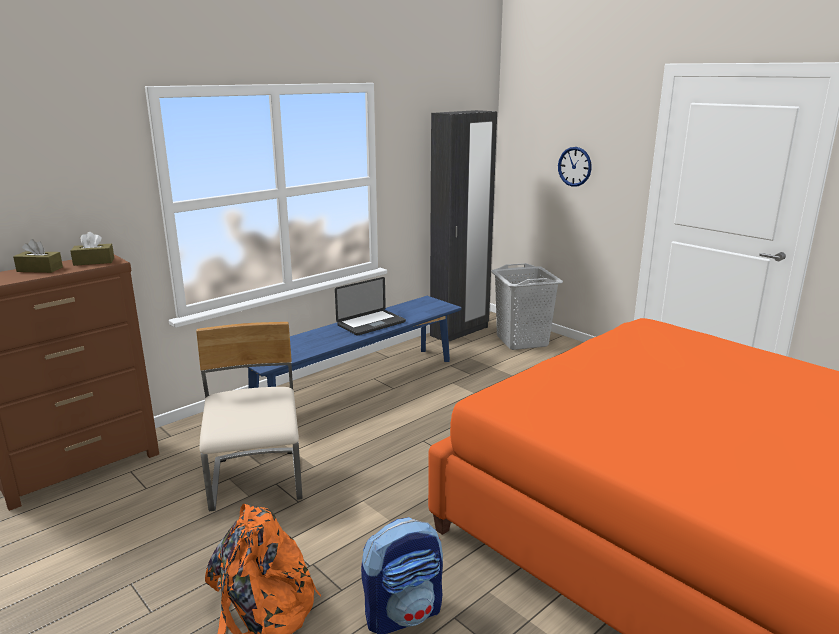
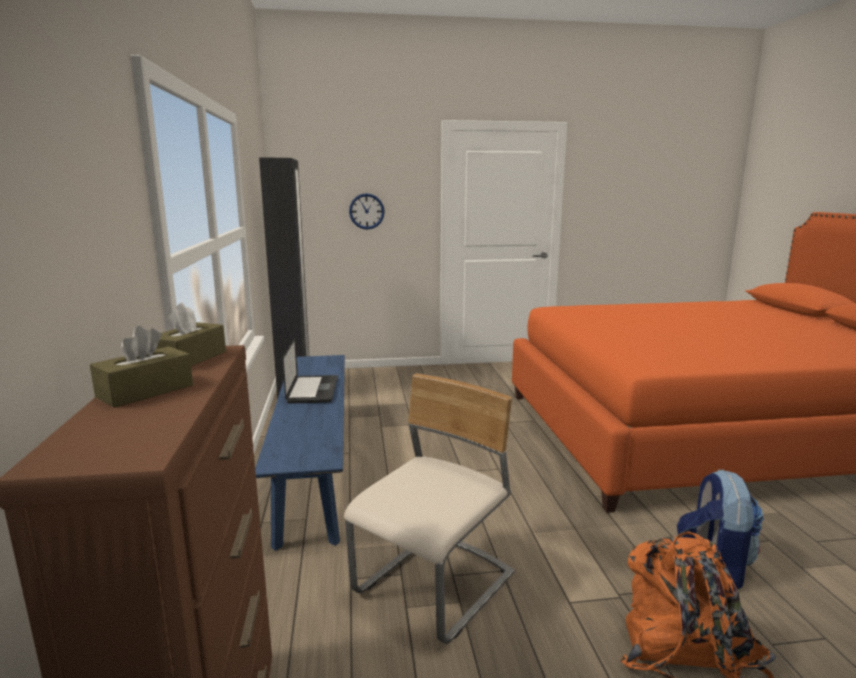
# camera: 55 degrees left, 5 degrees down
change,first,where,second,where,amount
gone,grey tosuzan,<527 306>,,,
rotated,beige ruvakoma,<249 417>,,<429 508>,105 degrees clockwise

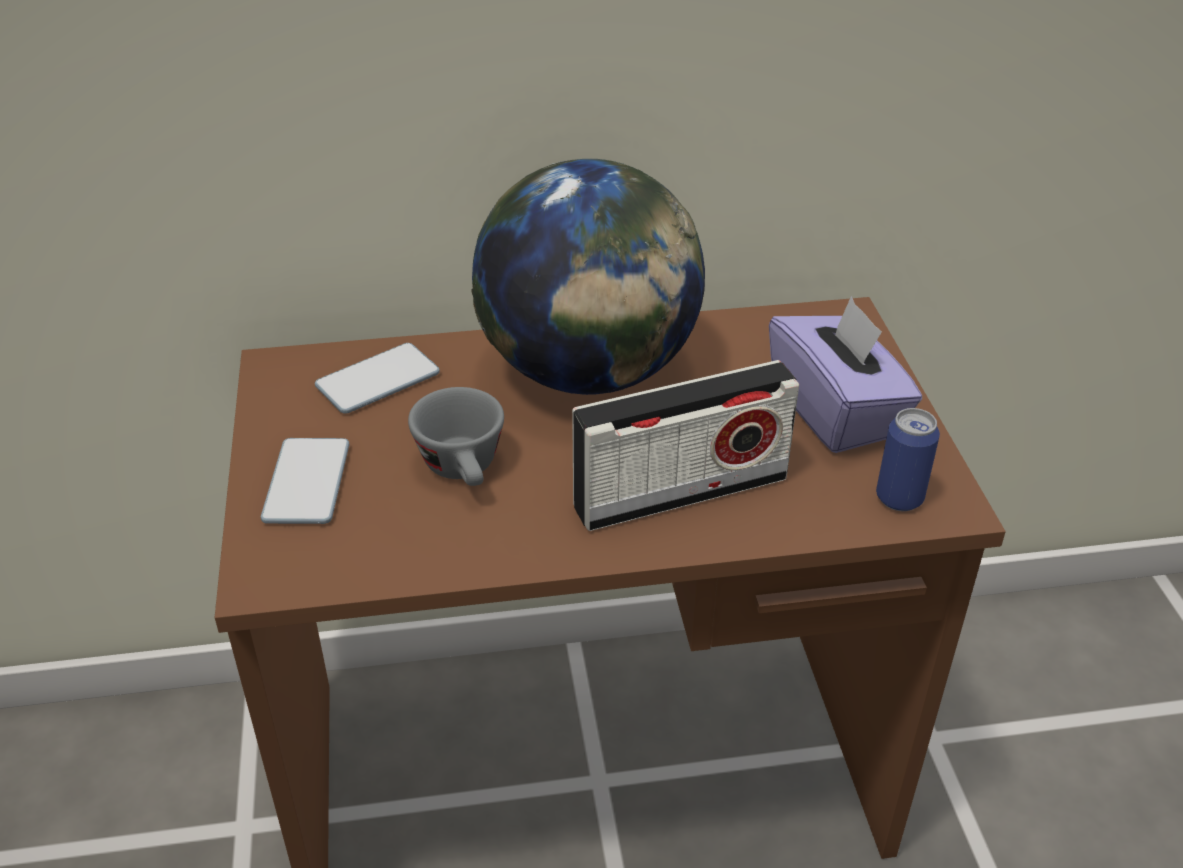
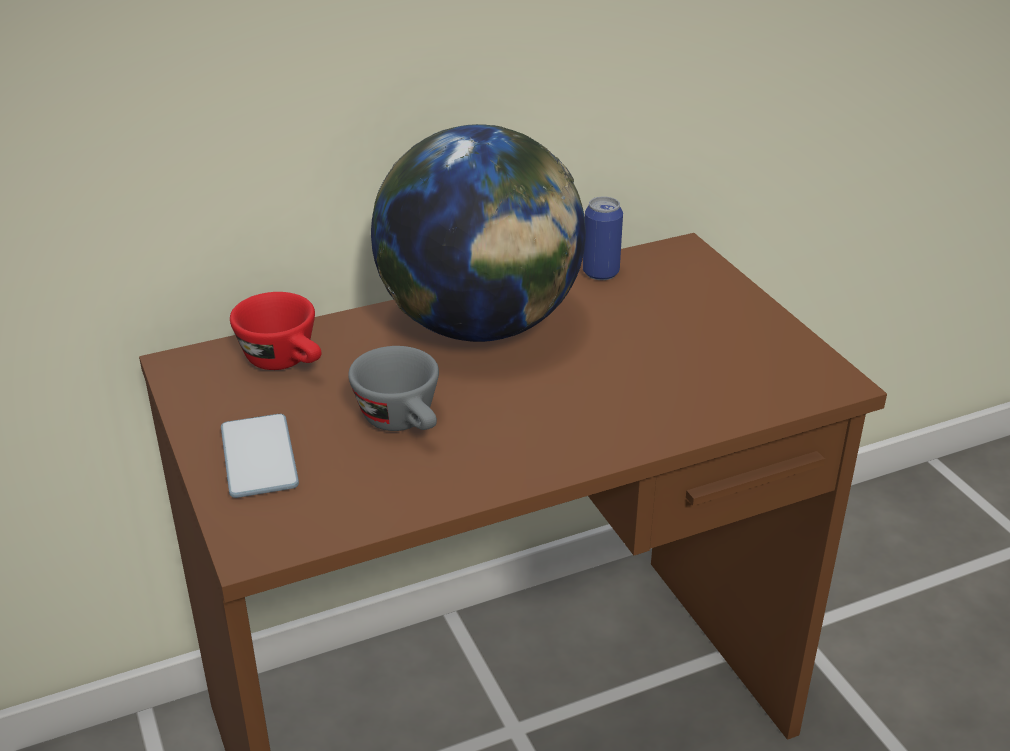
# camera: 15 degrees left, 5 degrees down
change,first,where,second,where,amount
gone,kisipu,<685 445>,,,
gone,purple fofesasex,<845 374>,,,
shifted,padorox,<908 459>,,<603 238>,
swapped,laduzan,<377 378>,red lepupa,<276 331>,

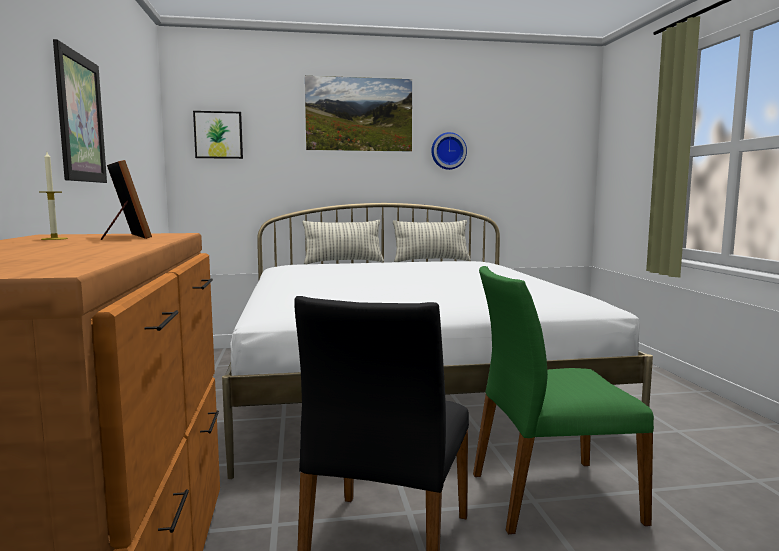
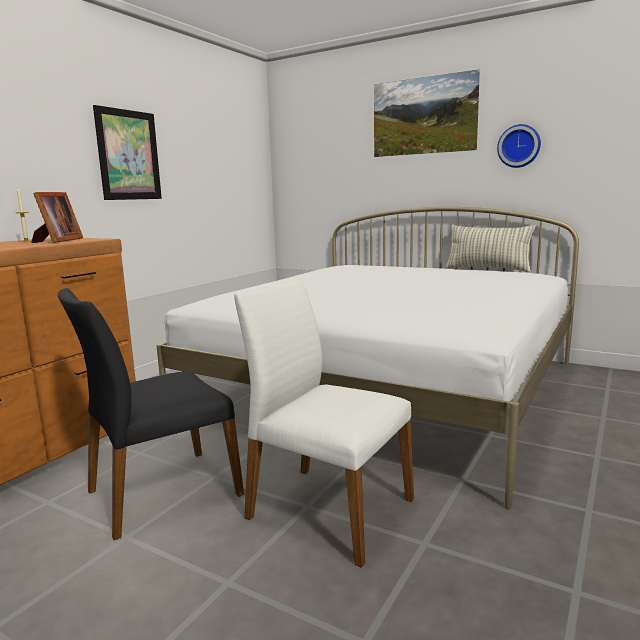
# camera: 40 degrees right, 5 degrees up
change,first,where,second,where,amount
gone,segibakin,<218 135>,,,
gone,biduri,<343 242>,,,
repainted,green ruvakoma,<563 400>,white ruvakoma,<324 423>,

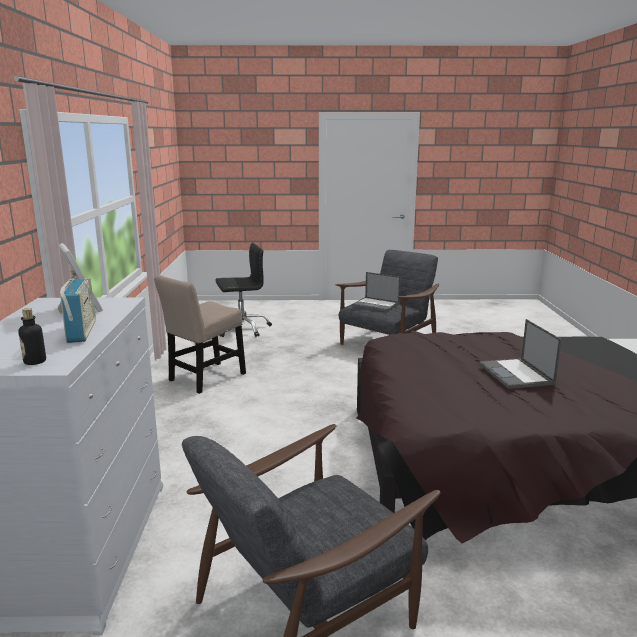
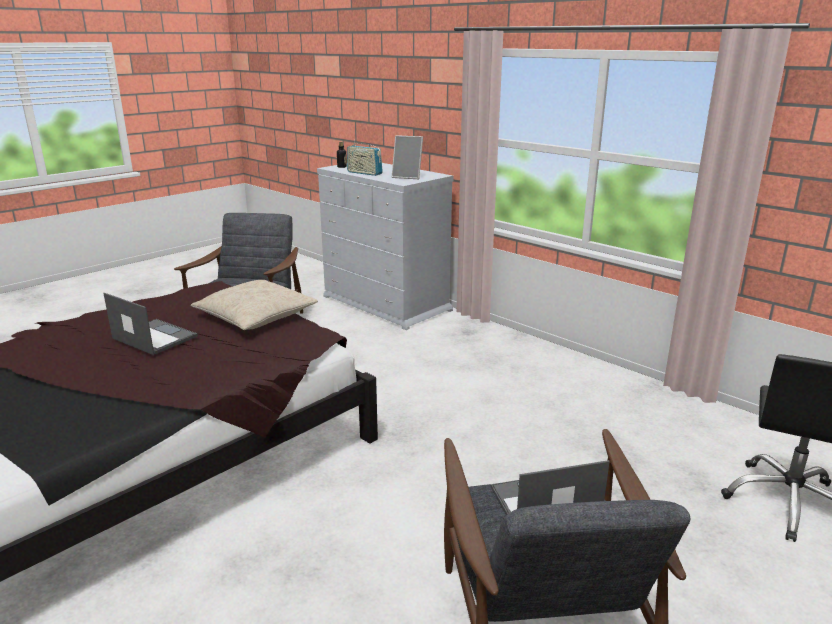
# camera: 135 degrees right, 5 degrees up
change,first,where,second,where,amount
gone,beige ruvakoma,<200 334>,,,
new,,,beige biduri,<254 305>,

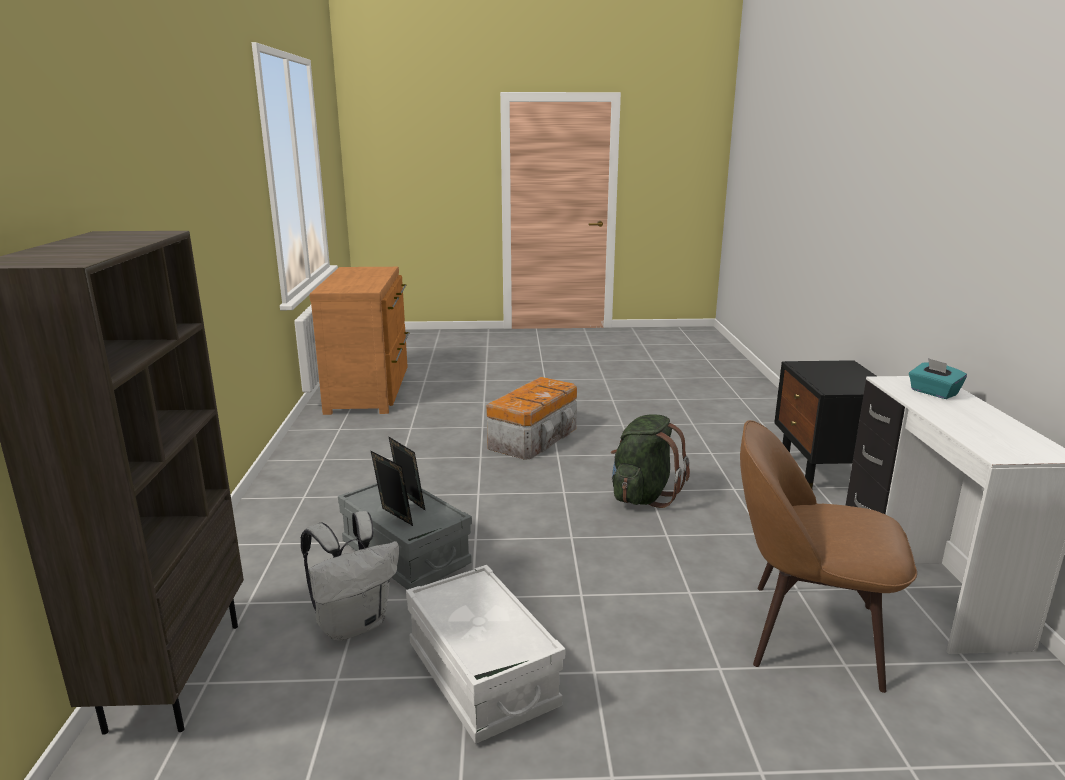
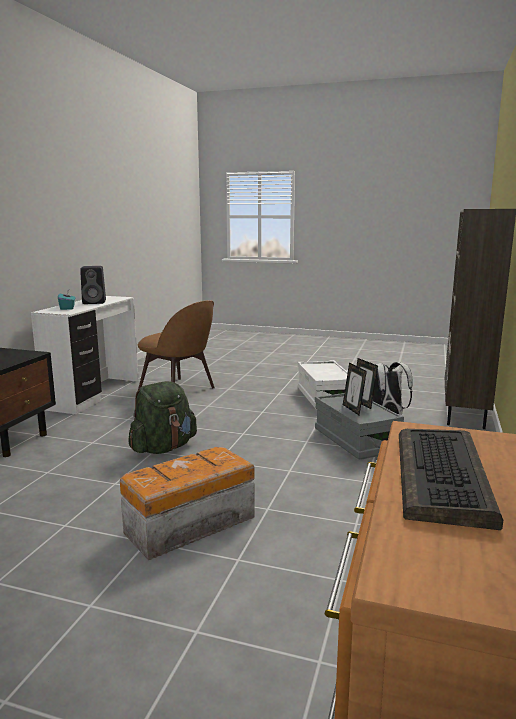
# camera: 160 degrees left, 5 degrees down
change,first,where,second,where,amount
new,,,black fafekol,<93 285>,
new,,,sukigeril,<451 479>,

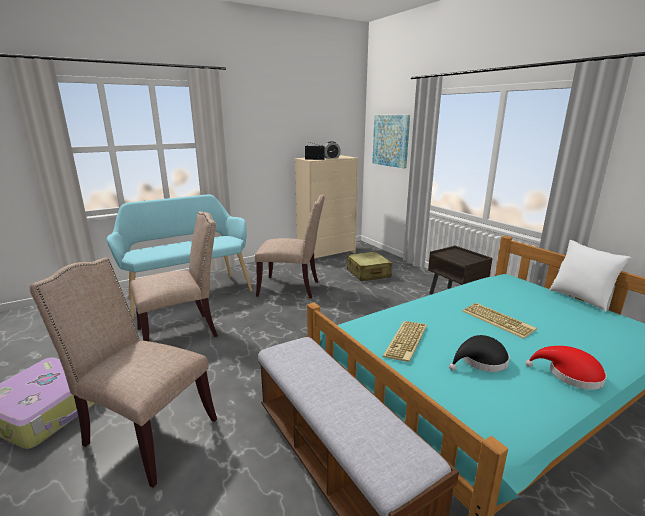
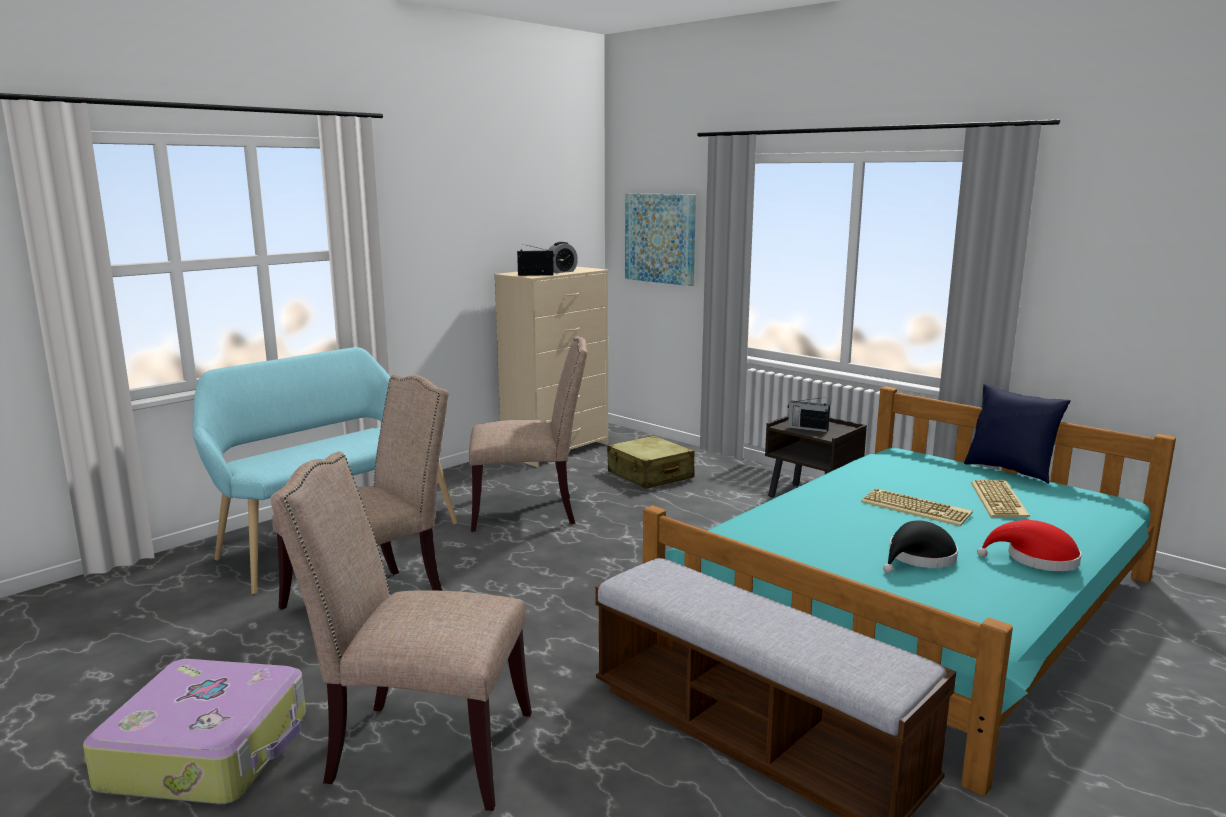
# camera: 15 degrees left, 5 degrees down
change,first,where,second,where,amount
new,,,kisipu,<809 415>,
shifted,sukigeril,<404 341>,,<1000 498>,
repainted,white biduri,<590 276>,blue biduri,<1017 434>,

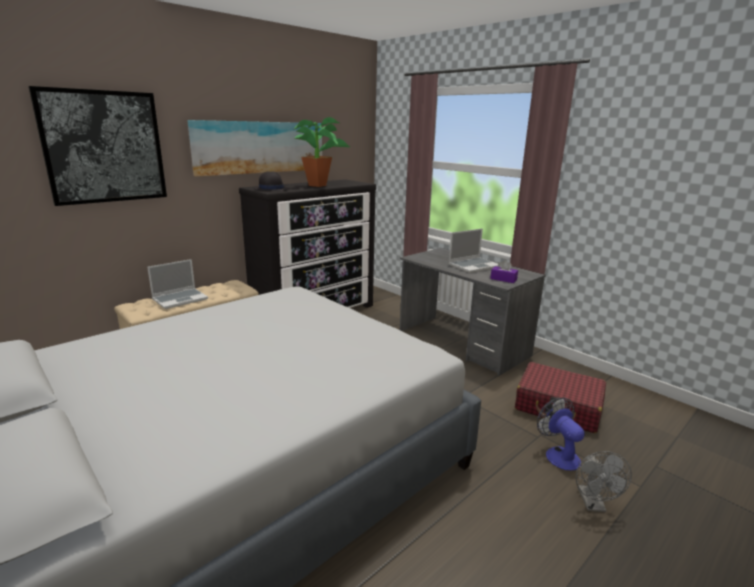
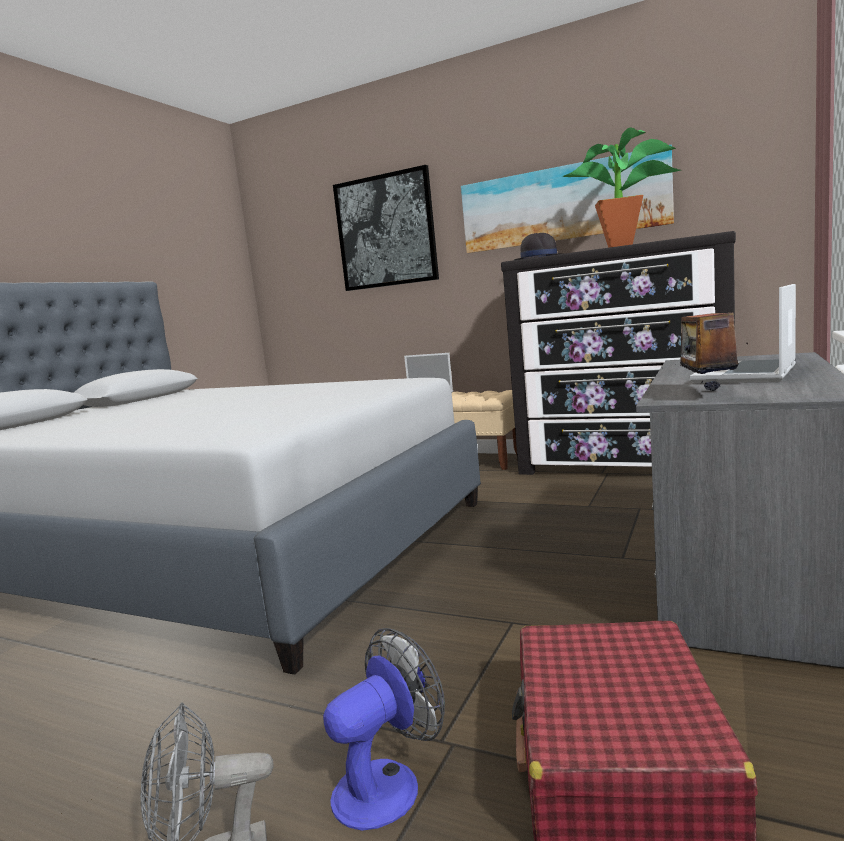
# camera: 70 degrees right, 10 degrees down
change,first,where,second,where,amount
swapped,purple fofesasex,<504 271>,kisipu,<714 341>,
rotated,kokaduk,<474 251>,,<743 333>,90 degrees clockwise

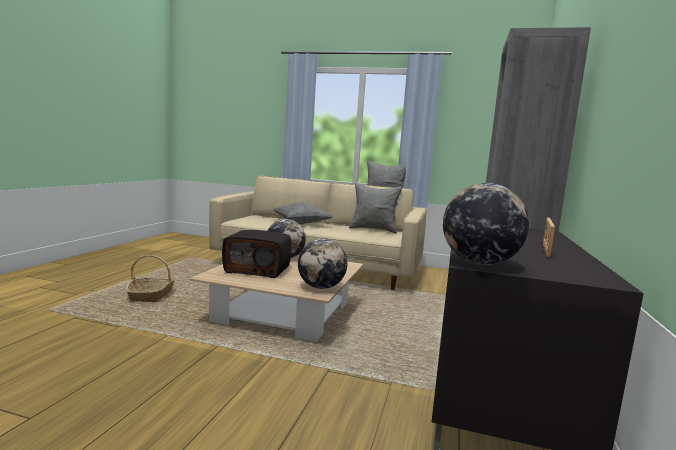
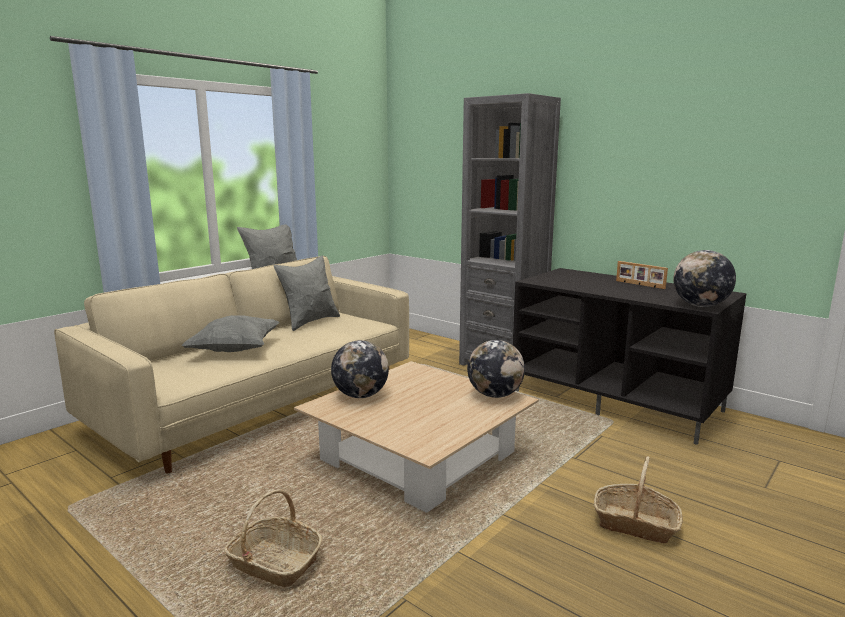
# camera: 65 degrees left, 5 degrees up
change,first,where,second,where,amount
gone,kisipu,<256 254>,,,
new,,,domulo,<638 500>,

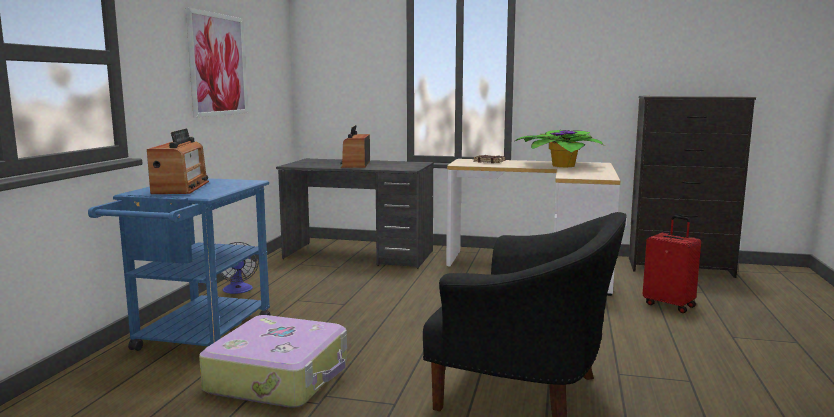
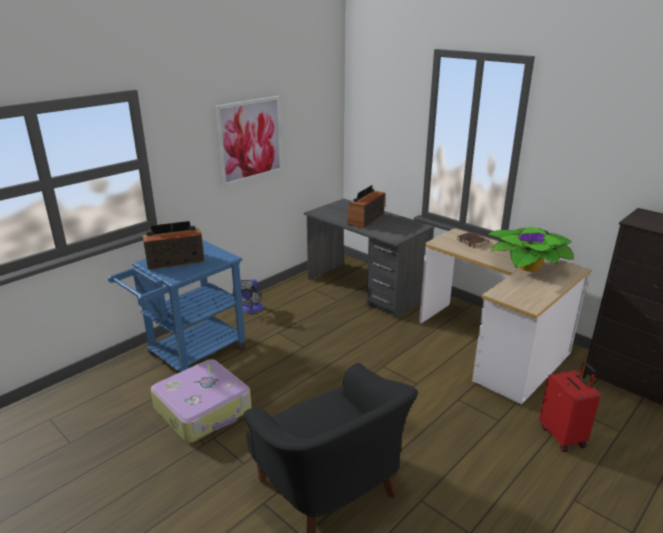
# camera: 30 degrees right, 15 degrees up
change,first,where,second,where,amount
rotated,kisipu,<178 161>,,<174 245>,135 degrees counterclockwise

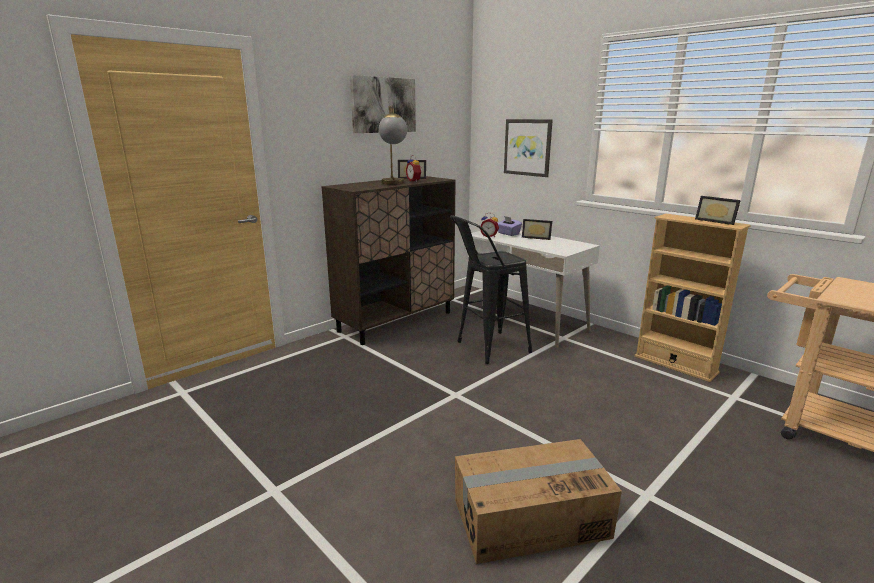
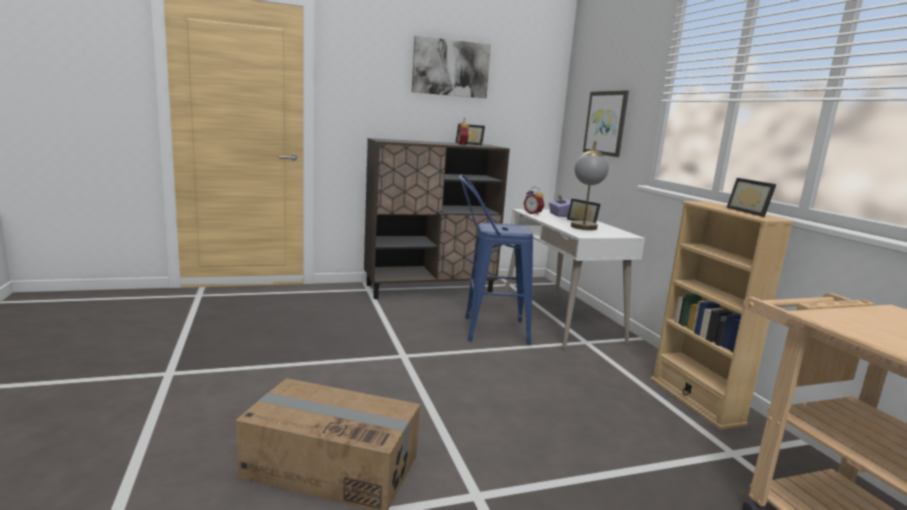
# camera: 25 degrees right, 5 degrees down
change,first,where,second,where,amount
shifted,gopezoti,<393 145>,,<590 185>,
repainted,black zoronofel,<491 289>,blue zoronofel,<496 260>,

